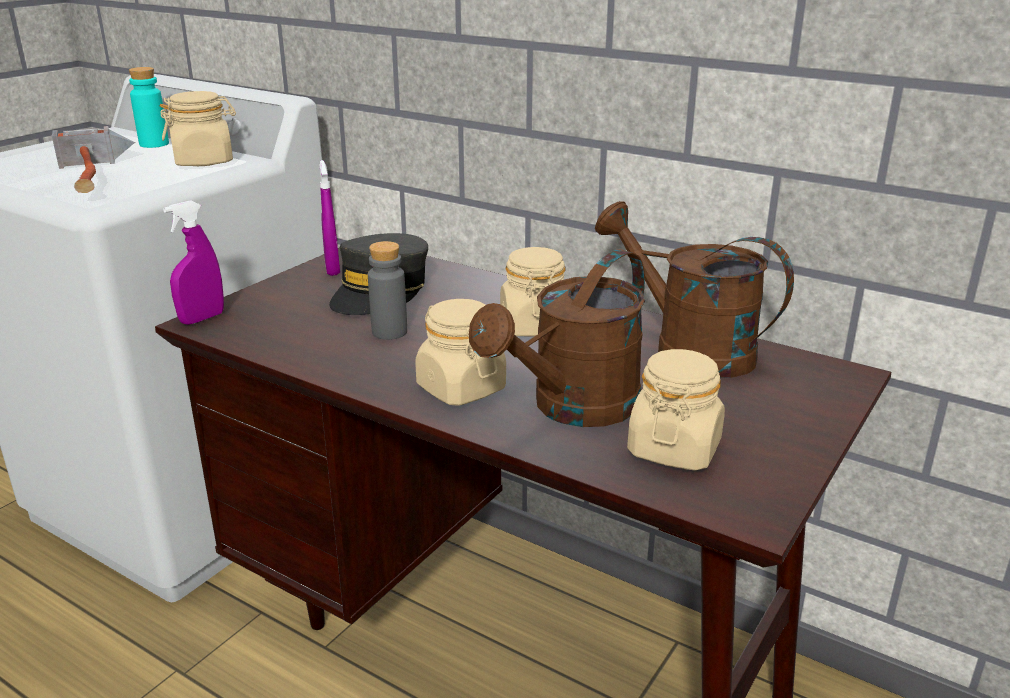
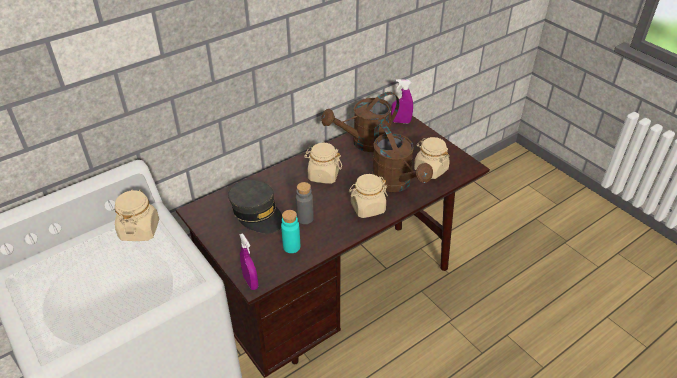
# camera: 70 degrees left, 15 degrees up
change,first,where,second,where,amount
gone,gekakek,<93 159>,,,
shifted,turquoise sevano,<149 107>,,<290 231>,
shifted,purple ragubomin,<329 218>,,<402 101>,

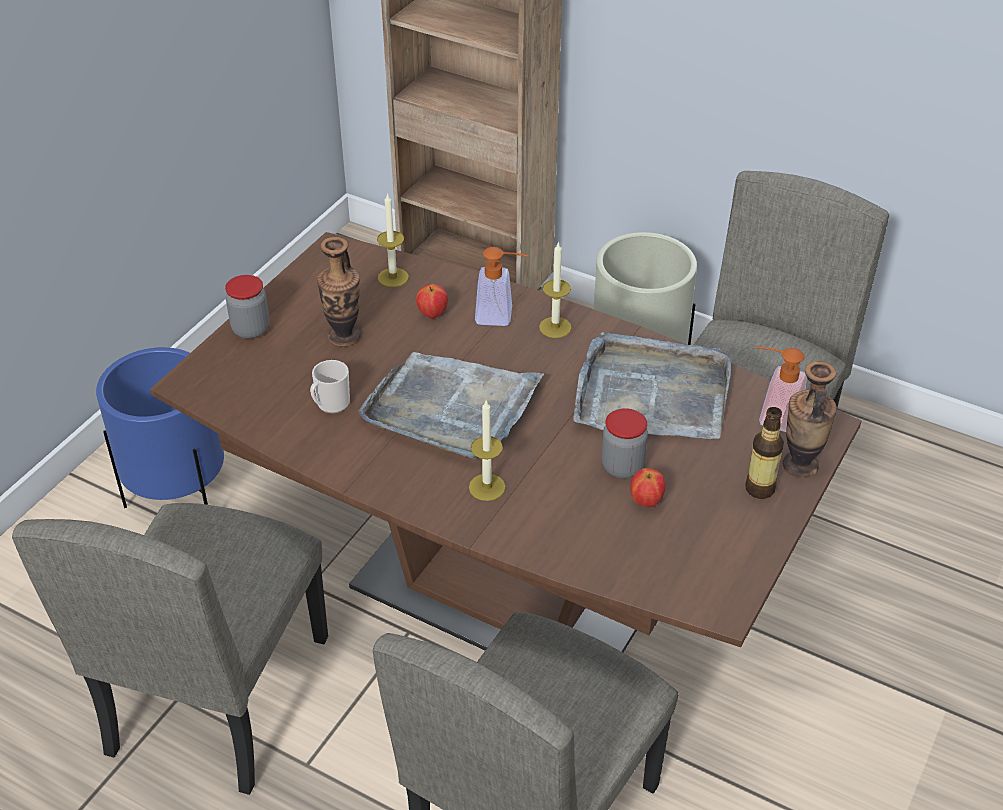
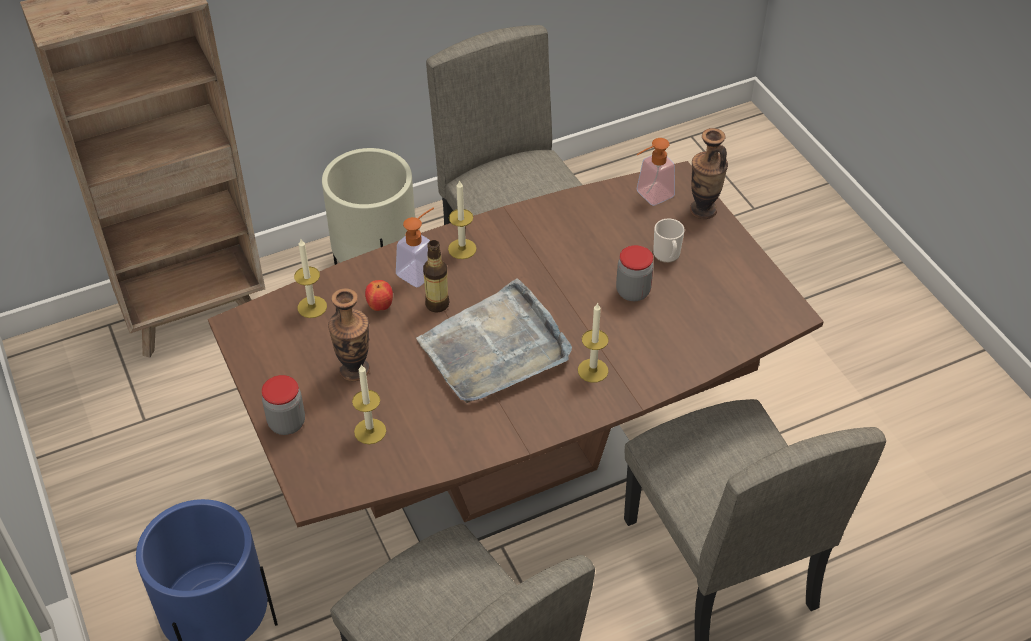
# camera: 55 degrees left, 5 degrees up
change,first,where,second,where,amount
gone,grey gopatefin,<652 385>,,,
gone,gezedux,<648 488>,,,
new,,,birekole,<369 404>,
shifted,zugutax,<330 386>,,<669 240>,
shifted,sevano,<764 453>,,<436 276>,

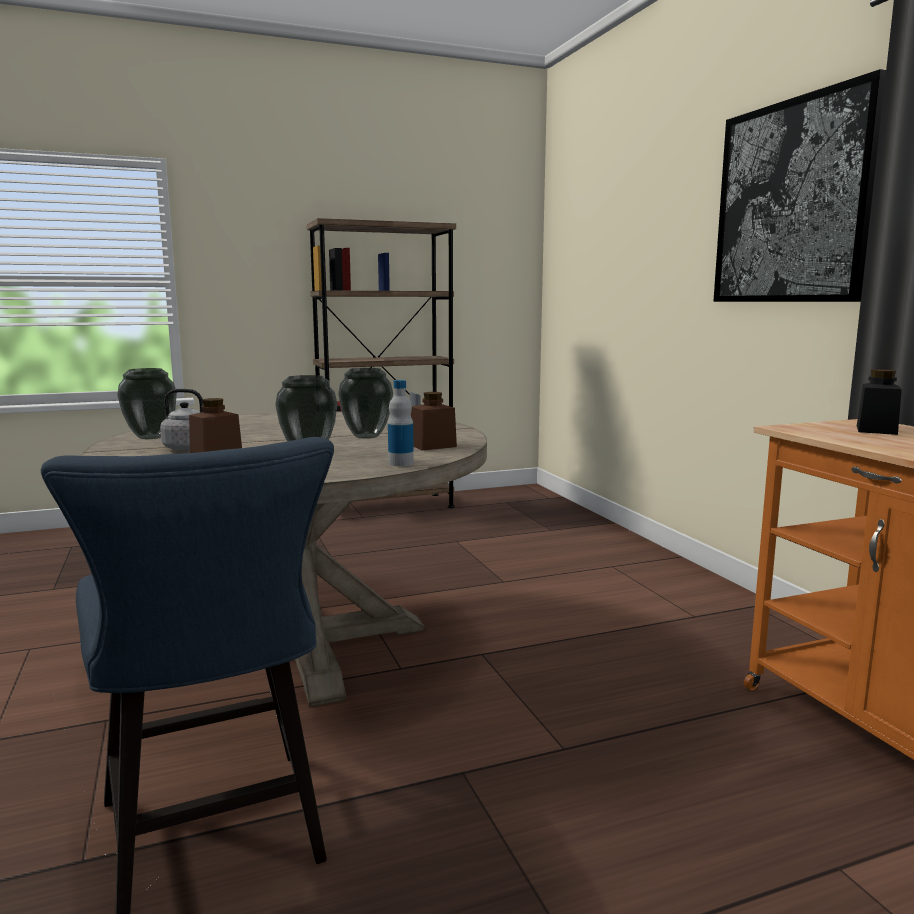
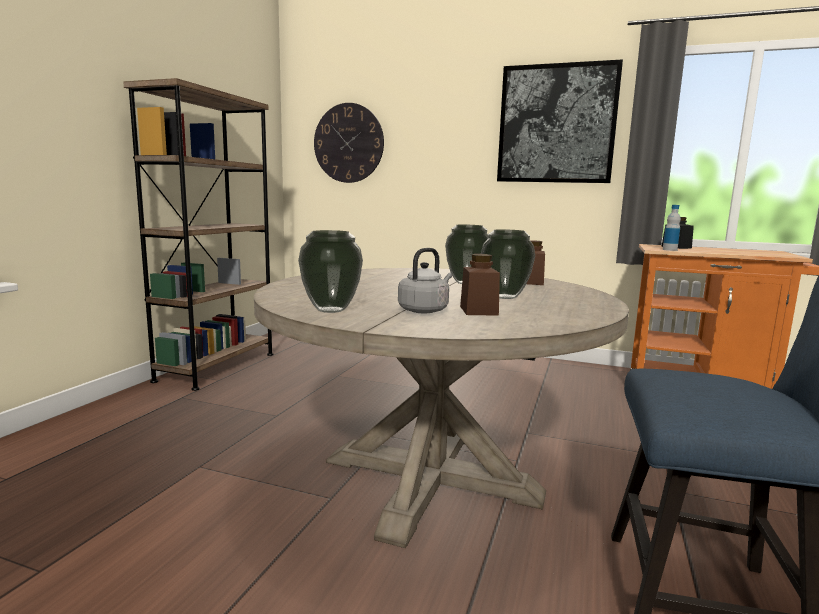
# camera: 50 degrees left, 0 degrees up
change,first,where,second,where,amount
new,,,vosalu,<349 143>,
shifted,sevano,<401 423>,,<672 228>,

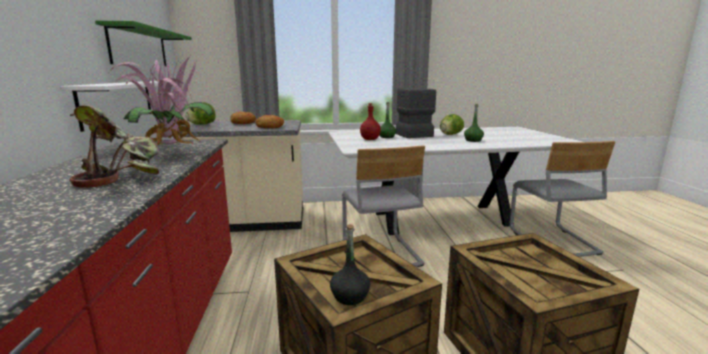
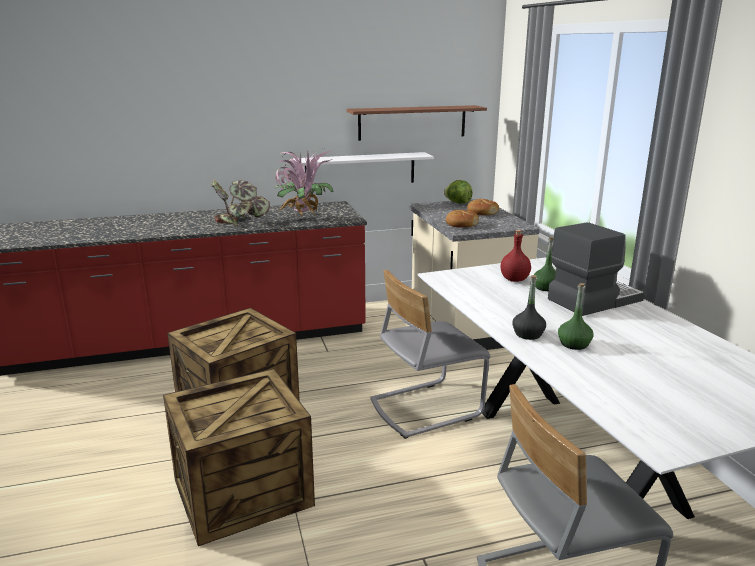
# camera: 80 degrees right, 5 degrees up
change,first,where,second,where,amount
gone,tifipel,<452 124>,,,
shifted,black sevano,<350 264>,,<529 307>,
repainted,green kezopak,<143 43>,brown kezopak,<417 123>,

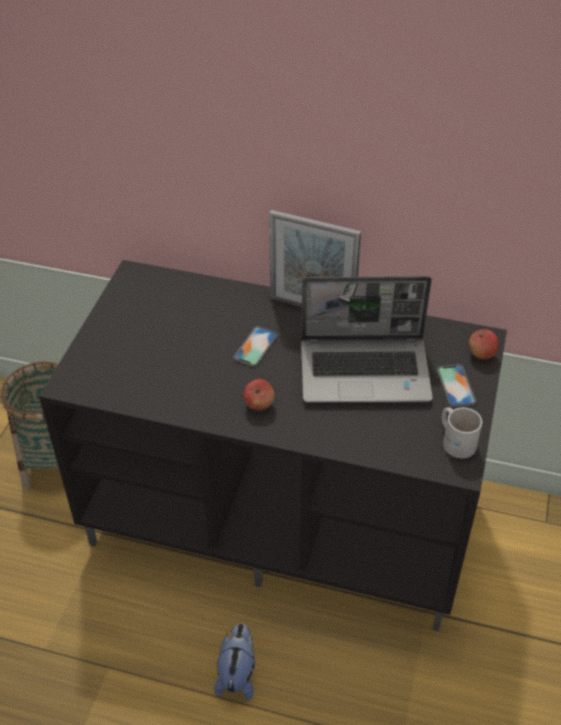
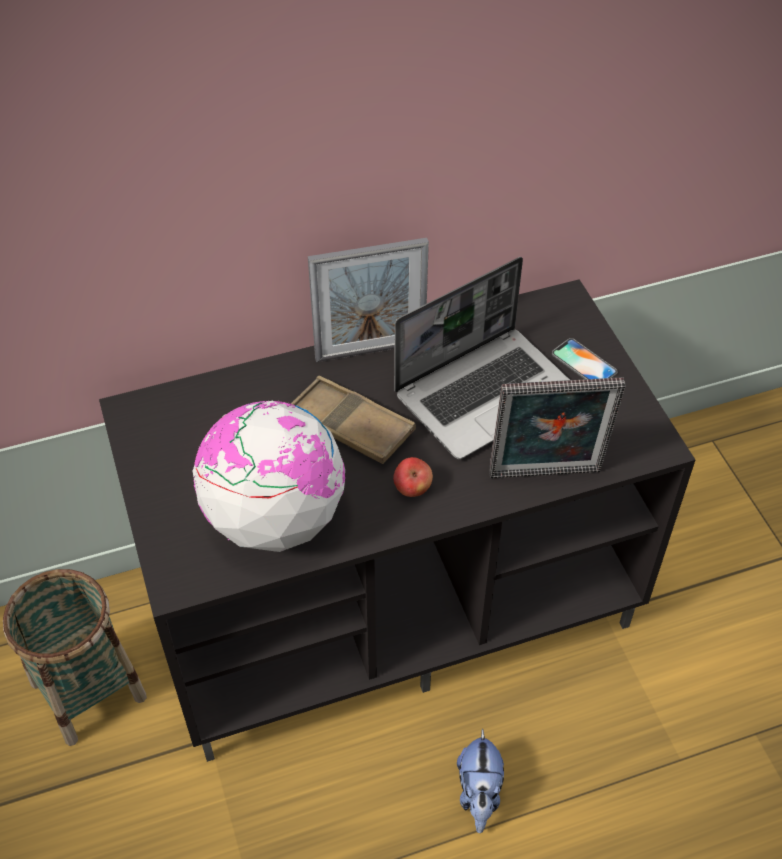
# camera: 35 degrees left, 5 degrees up
change,first,where,second,where,amount
gone,white zugutax,<462 432>,,,
gone,gezedux,<484 344>,,,
new,,,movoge,<269 476>,
new,,,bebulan,<557 428>,
swapped,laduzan,<255 346>,brown gopatefin,<353 420>,
rotated,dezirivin,<234 662>,,<480 781>,150 degrees counterclockwise

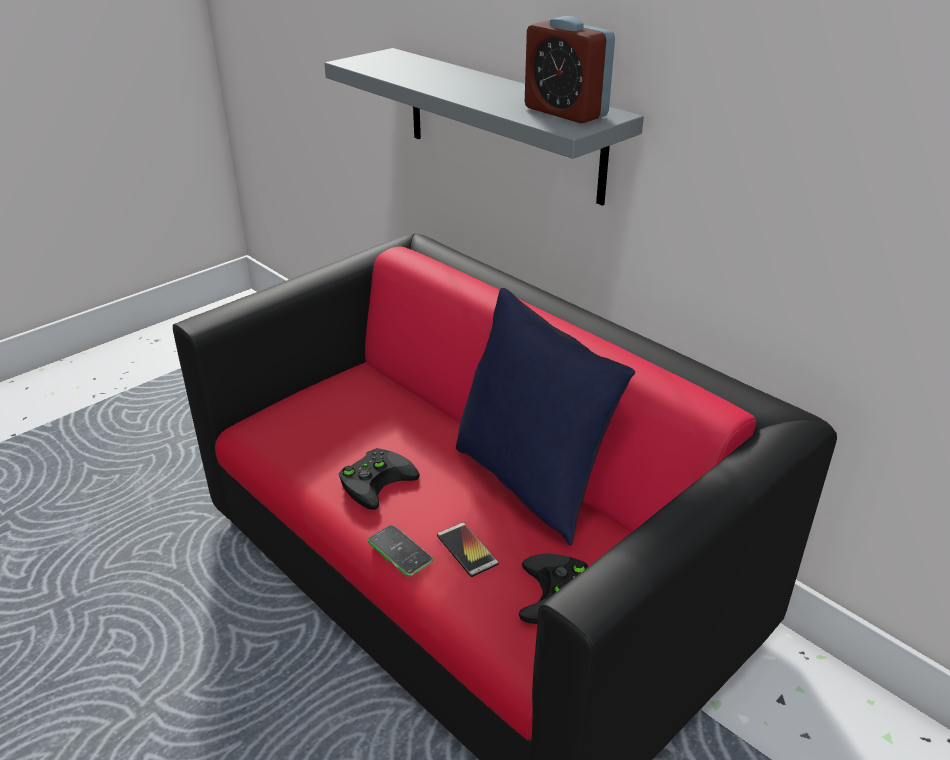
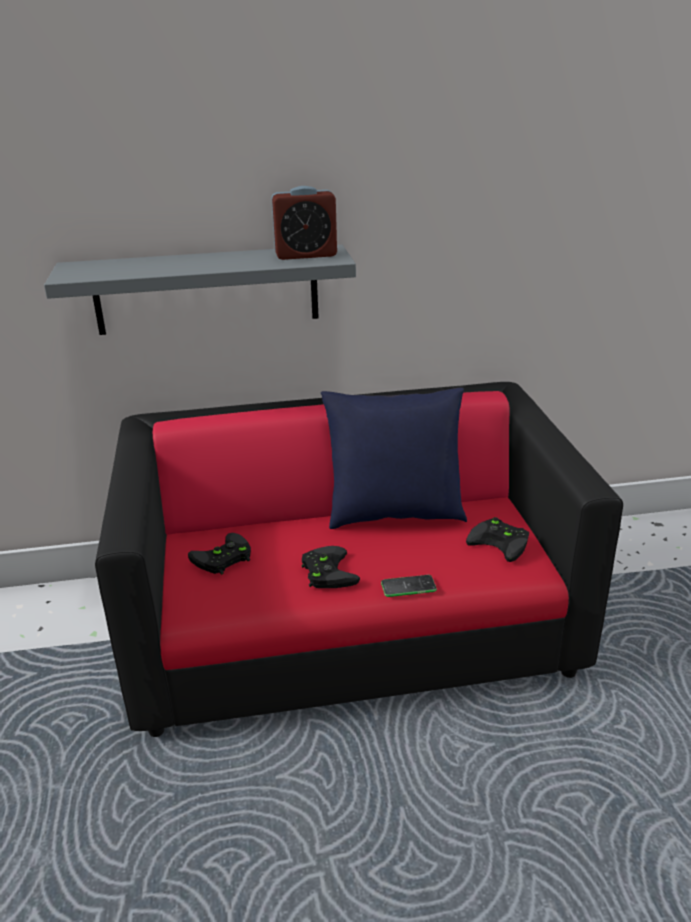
# camera: 55 degrees left, 5 degrees down
change,first,where,second,where,amount
gone,laduzan,<468 549>,,,
new,,,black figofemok,<219 554>,

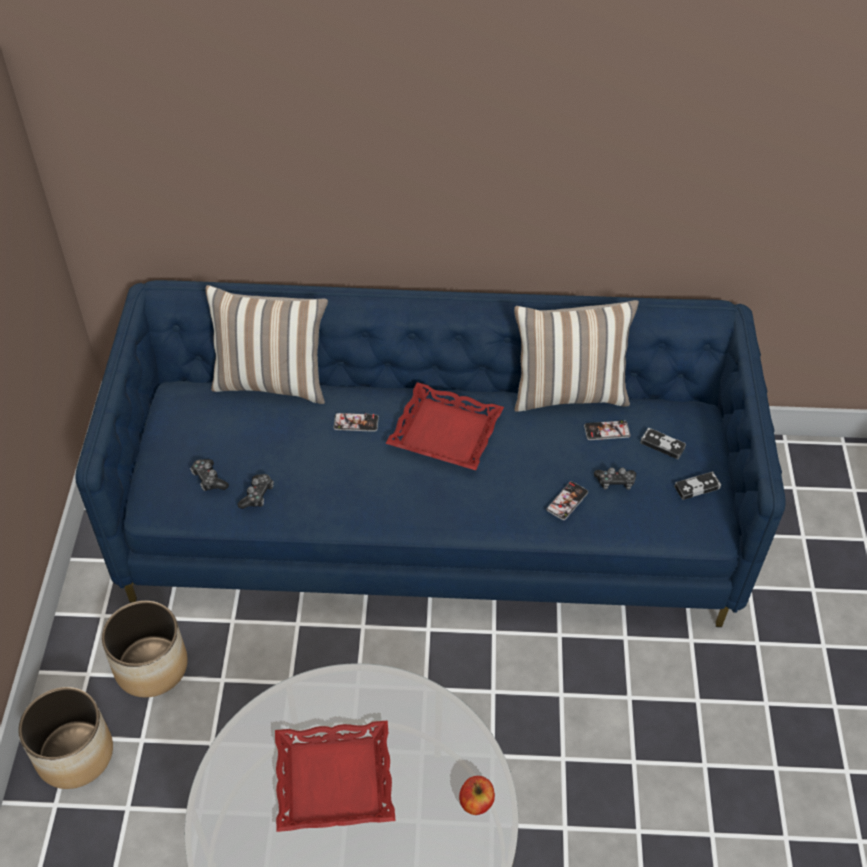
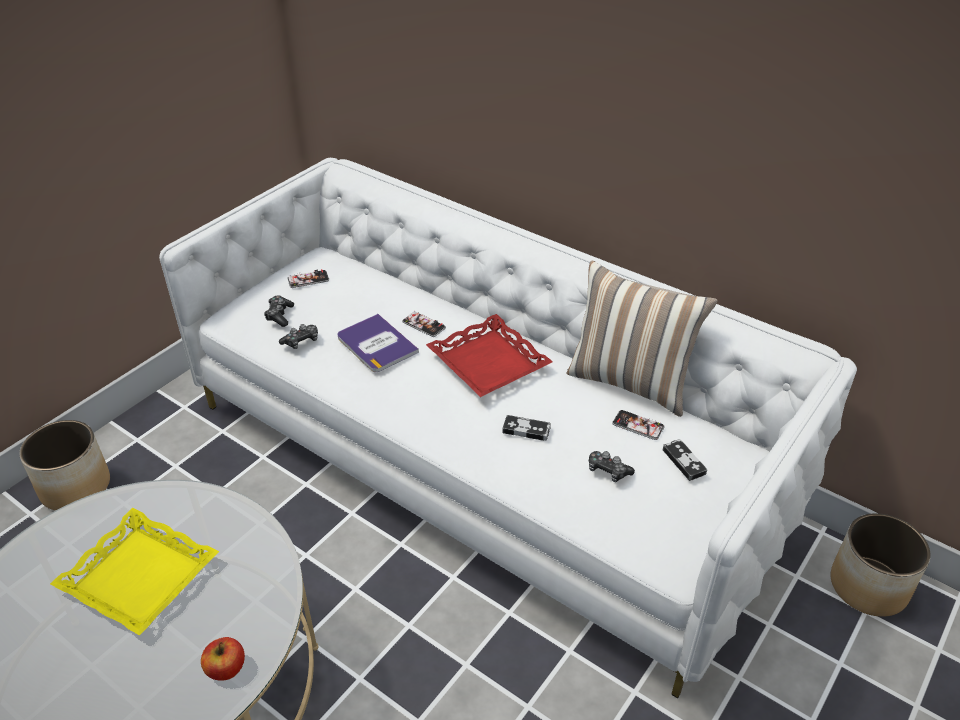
# camera: 35 degrees right, 10 degrees down
change,first,where,second,where,amount
gone,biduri,<267 344>,,,
new,,,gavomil,<378 343>,
shifted,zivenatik,<145 649>,,<881 565>,
shifted,laduzan,<567 500>,,<308 278>,
shifted,figofemok,<697 485>,,<526 428>,
repainted,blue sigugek,<430 453>,white sigugek,<508 428>,
repainted,red gopatefin,<335 776>,yellow gopatefin,<134 572>,

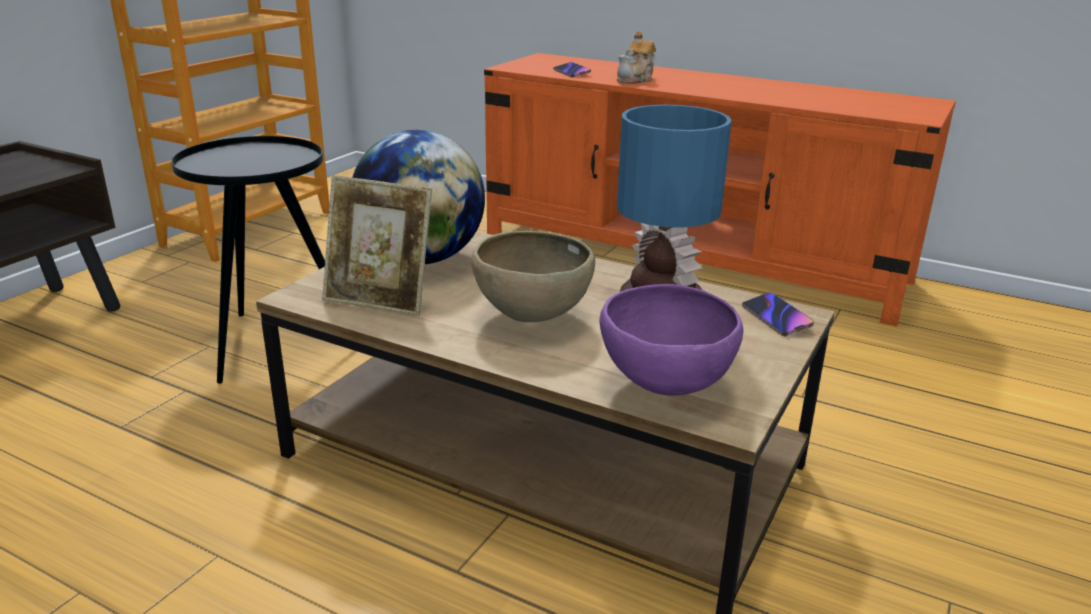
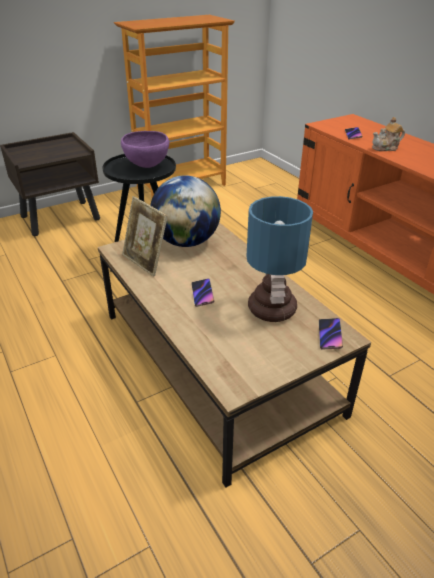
# camera: 30 degrees right, 10 degrees up
change,first,where,second,where,amount
shifted,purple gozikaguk,<671 339>,,<145 149>,
swapped,brown gozikaguk,<533 276>,laduzan,<203 292>,

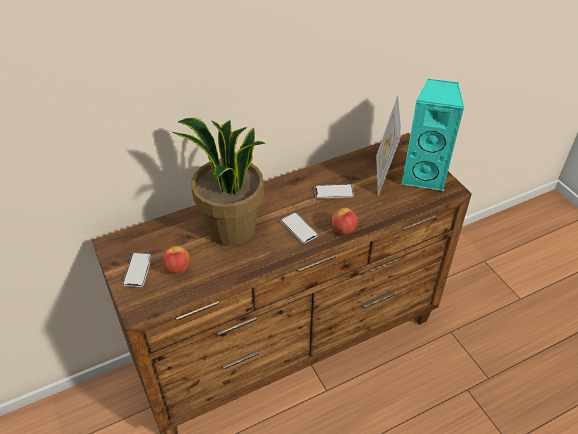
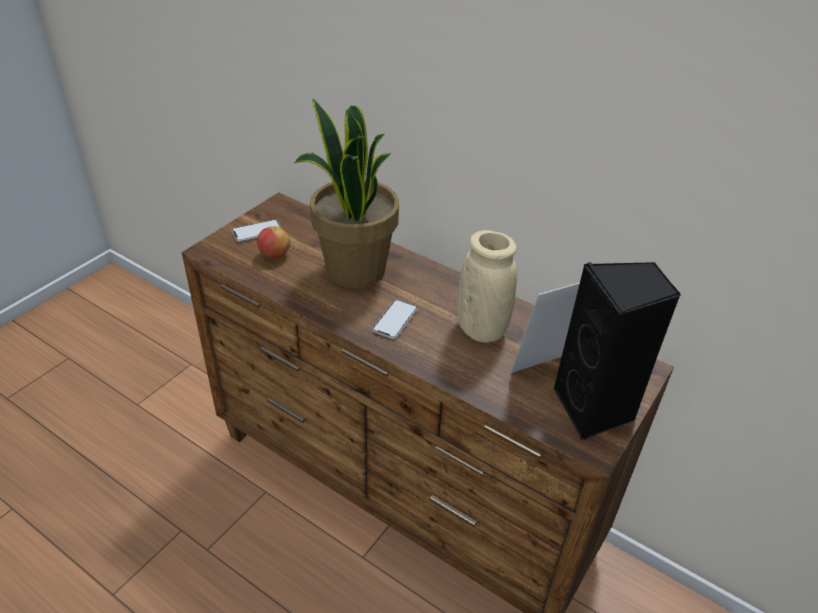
# camera: 60 degrees right, 5 degrees down
change,first,where,second,where,amount
gone,gezedux,<345 221>,,,
swapped,laduzan,<334 191>,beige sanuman,<487 286>,
repainted,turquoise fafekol,<433 135>,black fafekol,<617 351>,

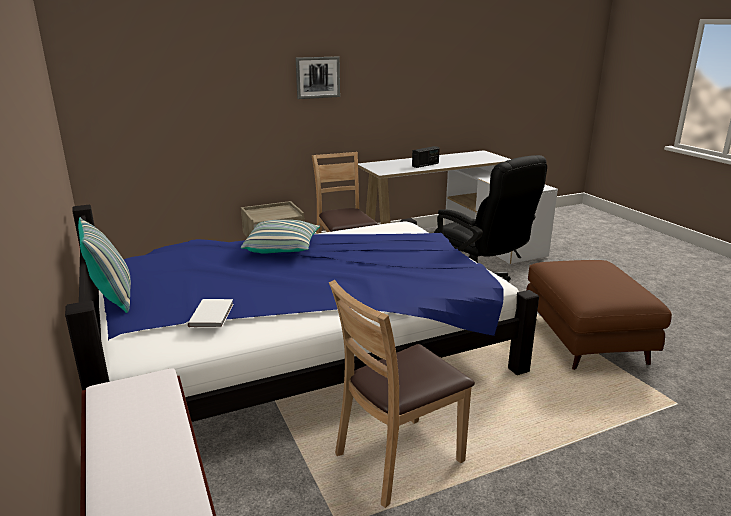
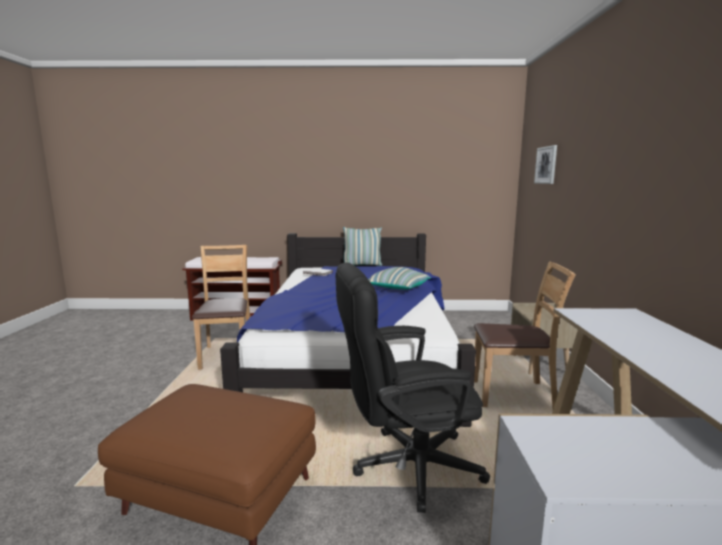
# camera: 115 degrees right, 10 degrees down
change,first,where,second,where,amount
gone,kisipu,<426 157>,,,
shifted,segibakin,<318 78>,,<545 164>,

